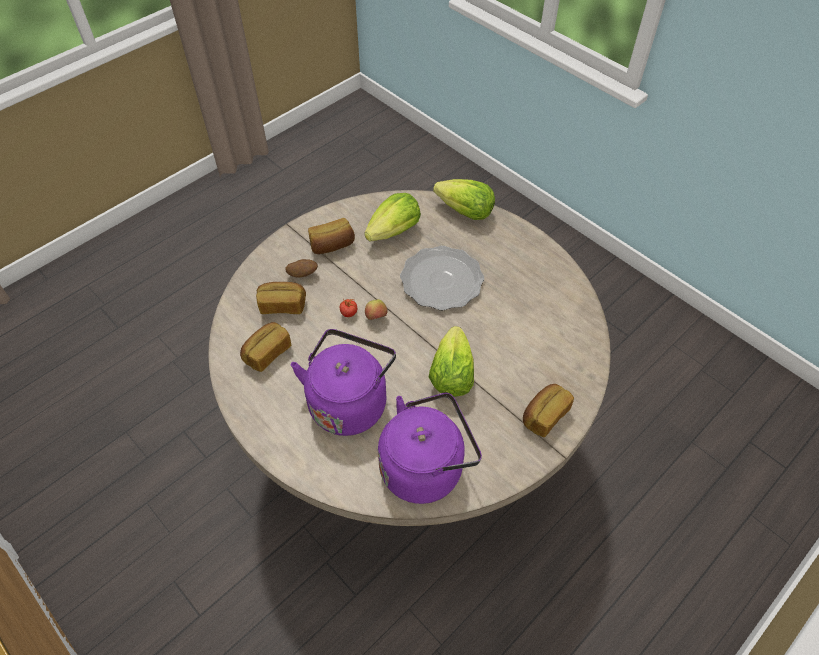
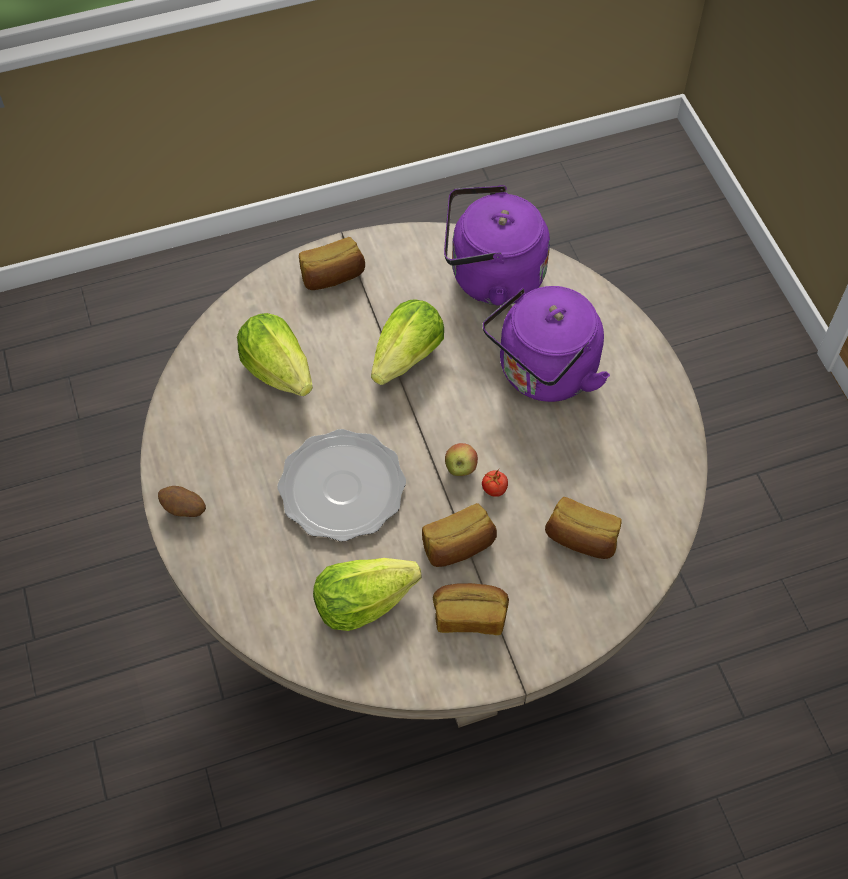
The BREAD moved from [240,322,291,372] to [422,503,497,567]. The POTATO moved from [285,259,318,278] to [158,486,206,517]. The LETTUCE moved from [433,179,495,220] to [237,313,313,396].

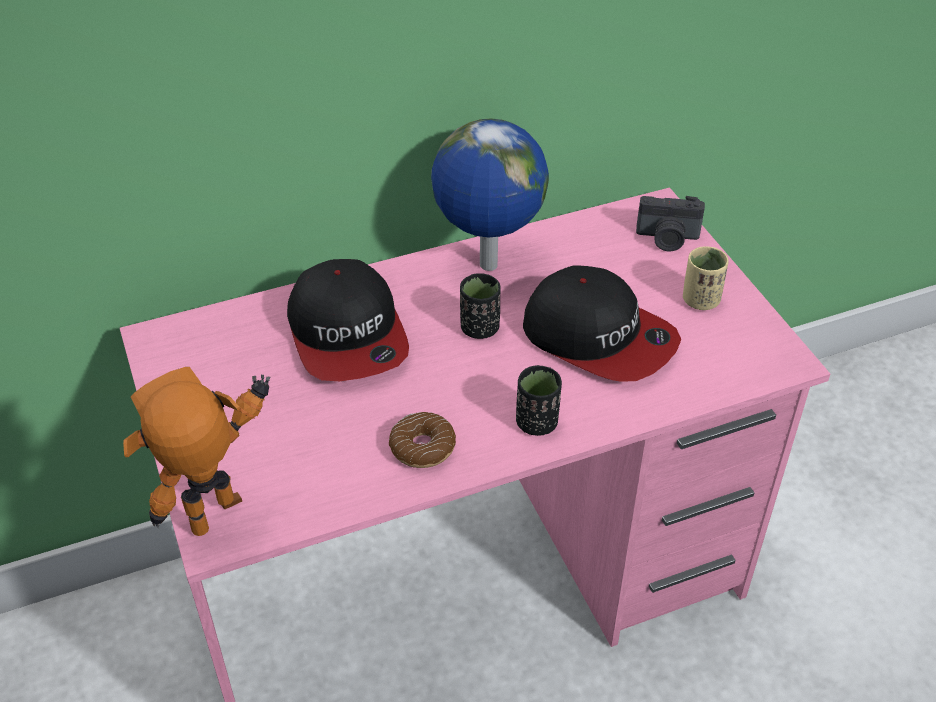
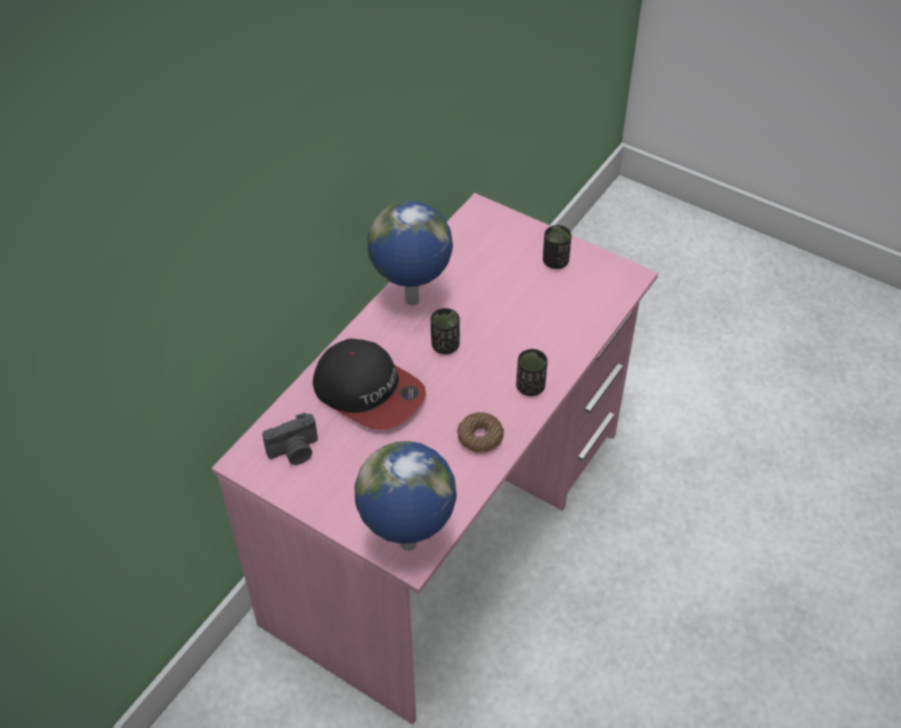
The CAP at [523,265,681,382] disappeared. The PHOTO CAMERA moved from [636,196,705,251] to [262,413,318,465]. The TOY ROBOT at [123,367,270,536] was replaced by the GLOBE at [355,441,457,551]. The BEIGE CUP at [683,246,729,310] became the BLACK CUP at [543,225,572,269].

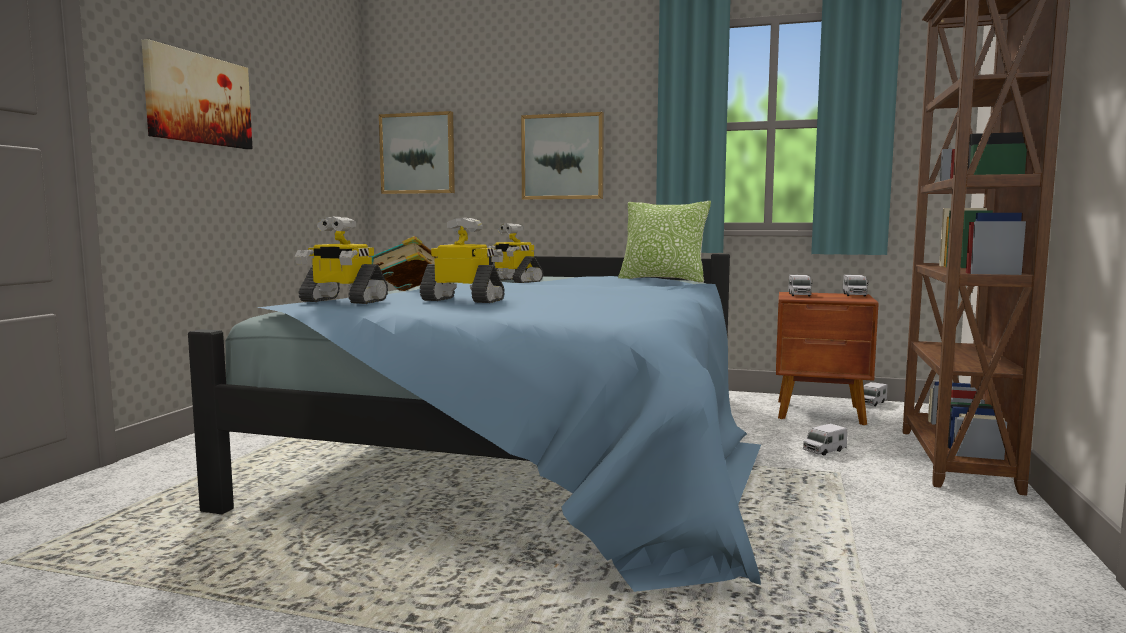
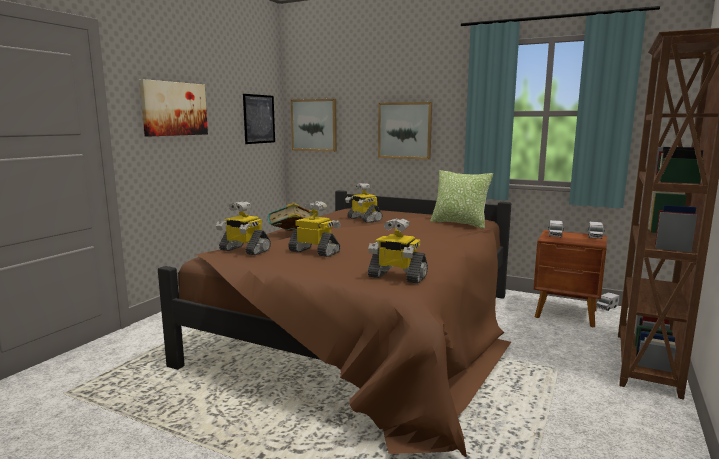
The TOY TRUCK at [803,424,847,456] disappeared. The PICTURE at [243,94,275,144] appeared. The TOY ROBOT at [368,218,428,284] appeared. The BLUE BED at [188,254,761,592] became the BROWN BED at [158,190,511,458].

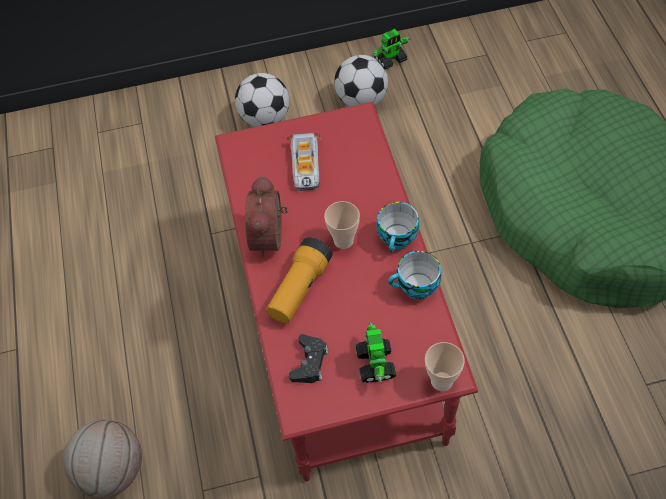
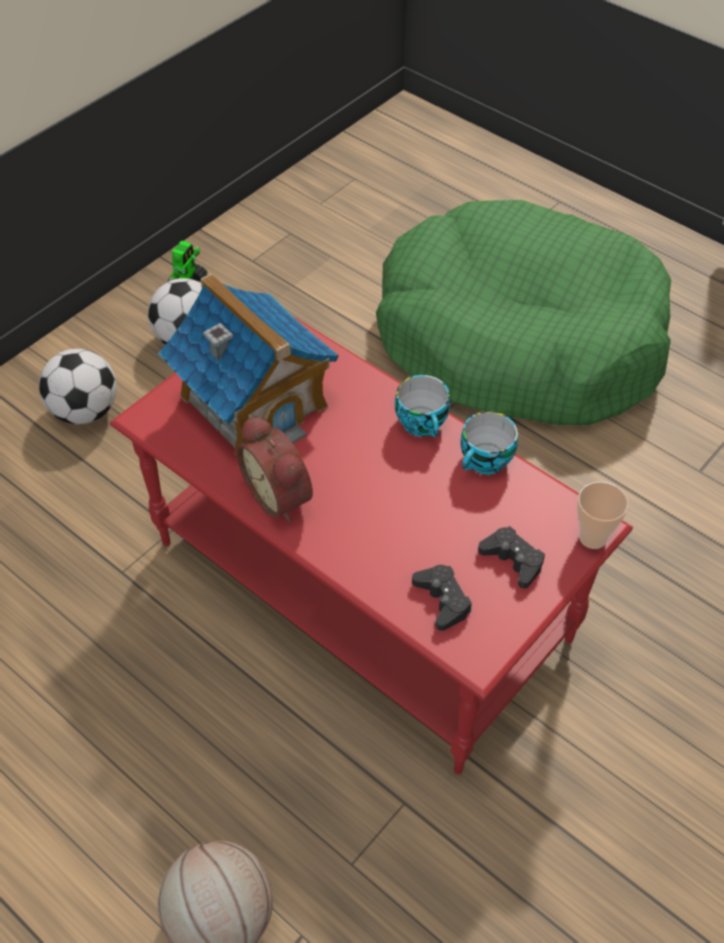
The FLASHLIGHT at [267,237,333,324] disappeared. The CUP at [324,201,360,249] disappeared. The TOY CAR at [287,133,321,191] was replaced by the TOY HOUSE at [158,273,339,454]. The TOY ROBOT at [355,322,396,383] was replaced by the BLACK GAME CONTROLLER at [478,526,545,588].

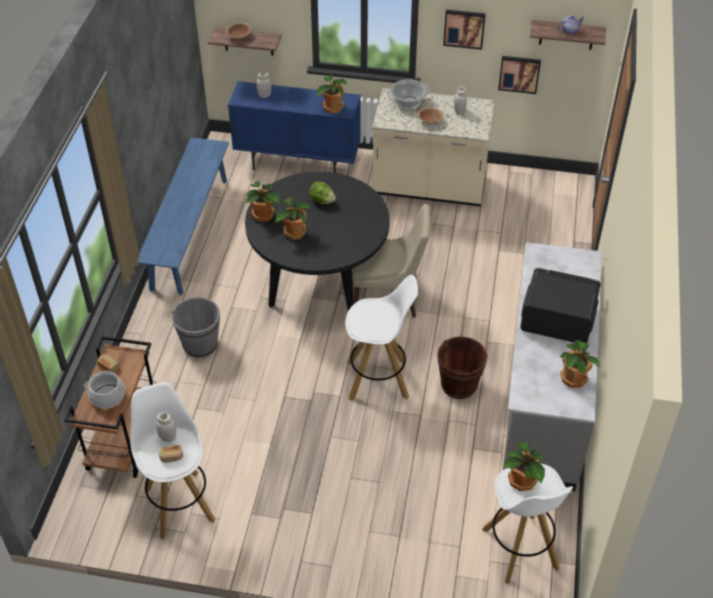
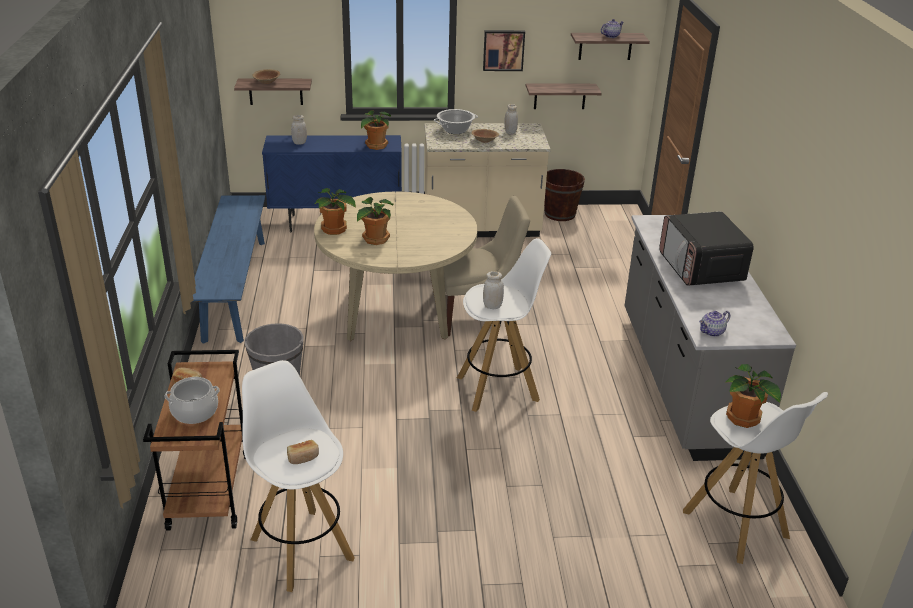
The LETTUCE at [309,181,336,204] disappeared. The POTTED PLANT at [560,340,600,388] disappeared. The TEAPOT at [699,311,730,337] appeared. The WHITE JAR moved from [156,412,176,442] to [483,271,504,309]. The BROWN BUCKET moved from [437,336,487,399] to [544,169,585,221]. The PICTURE at [498,56,541,94] was replaced by the SHELF at [526,84,602,109]. The BLACK DINING TABLE at [245,172,390,311] became the BEIGE DINING TABLE at [314,192,477,341]. The MICROWAVE at [520,268,601,343] turned 105 degrees counterclockwise.

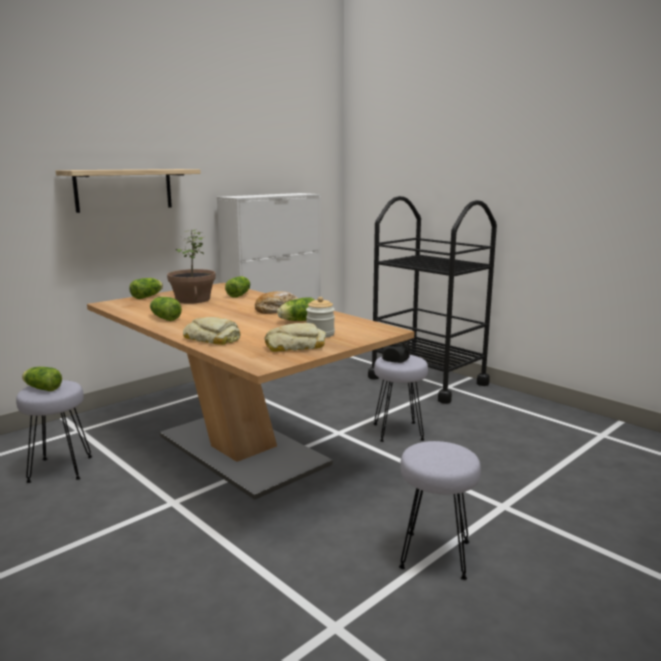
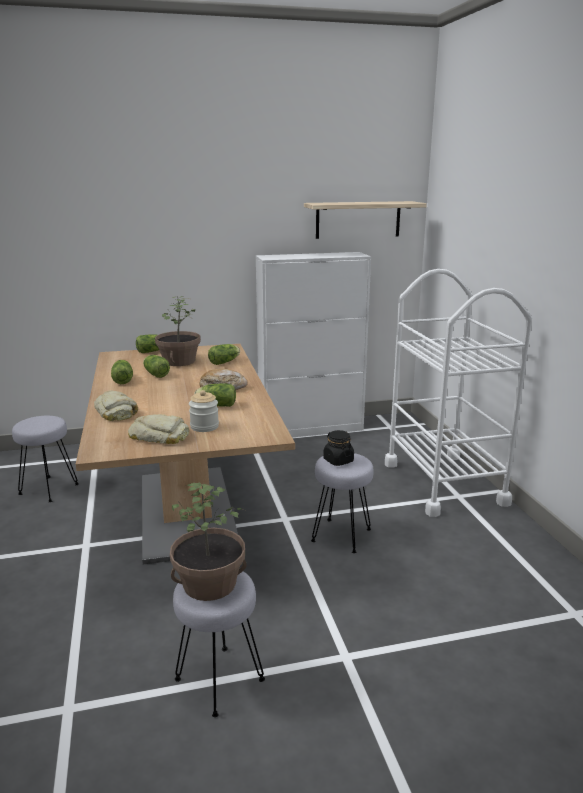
The POTTED PLANT at [170,483,247,601] appeared. The LETTUCE moved from [22,367,62,391] to [143,355,170,378]. The SHELF moved from [56,169,201,213] to [304,201,427,239]. The BLACK CART at [368,196,497,404] became the WHITE CART at [385,269,532,517].

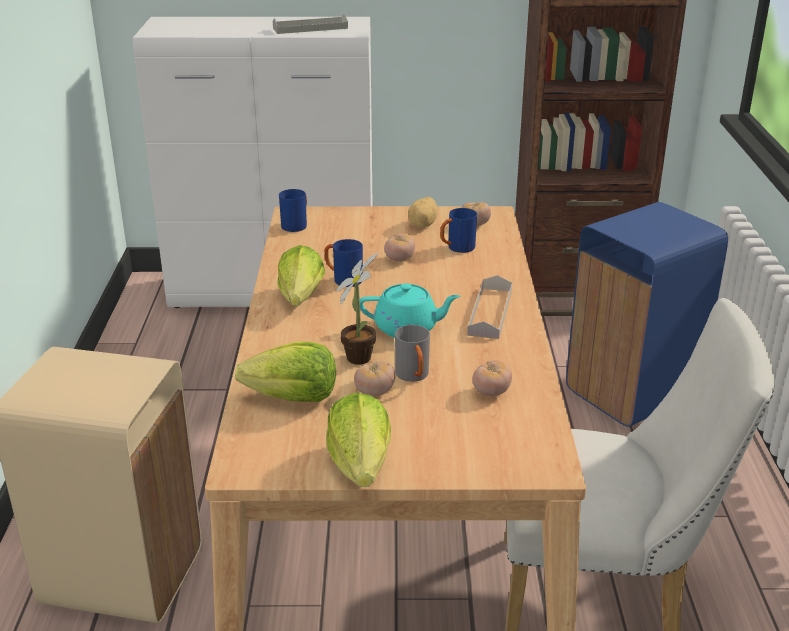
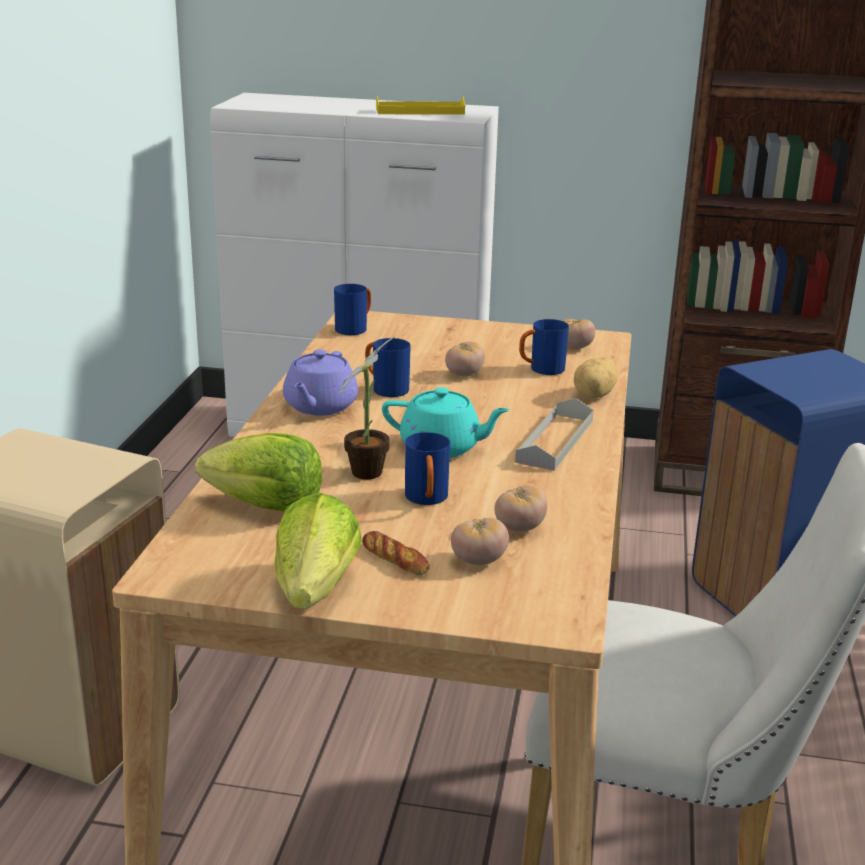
The BREAD at [362,531,430,575] appeared. The TOMATO moved from [354,361,395,396] to [451,517,509,565]. The POTATO moved from [408,197,438,228] to [574,357,617,398]. The LETTUCE at [278,245,325,306] was replaced by the PURPLE TEAPOT at [283,349,358,416]. The GREY TRAY at [273,13,348,34] became the YELLOW TRAY at [376,96,465,115]. The GREY MUG at [395,325,430,382] became the BLUE MUG at [405,432,450,505].

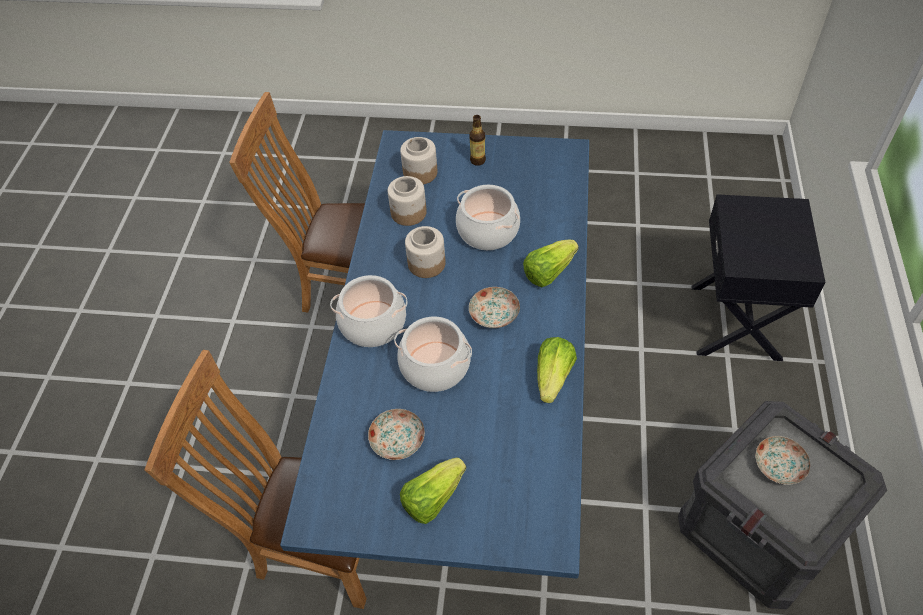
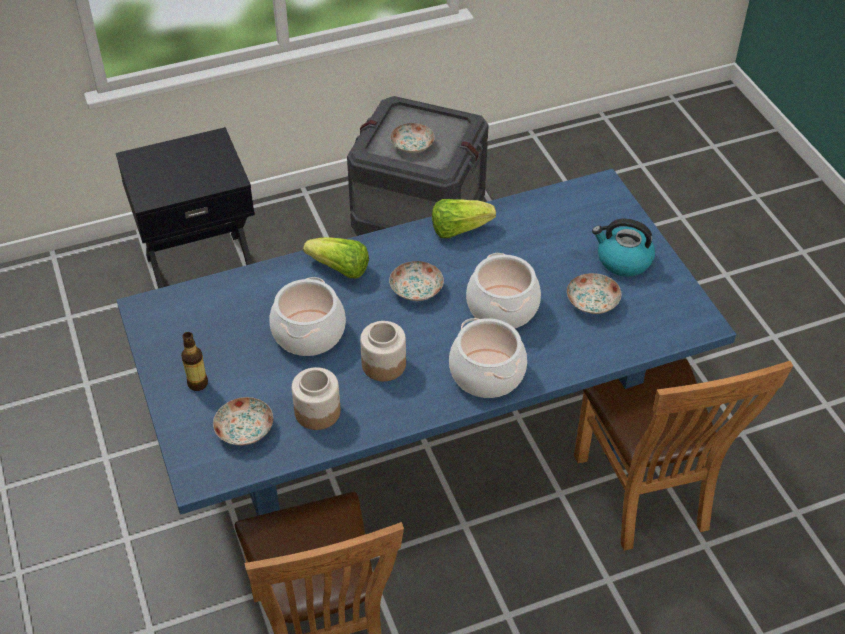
The JAR at [400,137,437,185] was replaced by the PLATE at [213,397,273,446]. The LETTUCE at [400,457,466,524] was replaced by the KETTLE at [592,218,655,276].

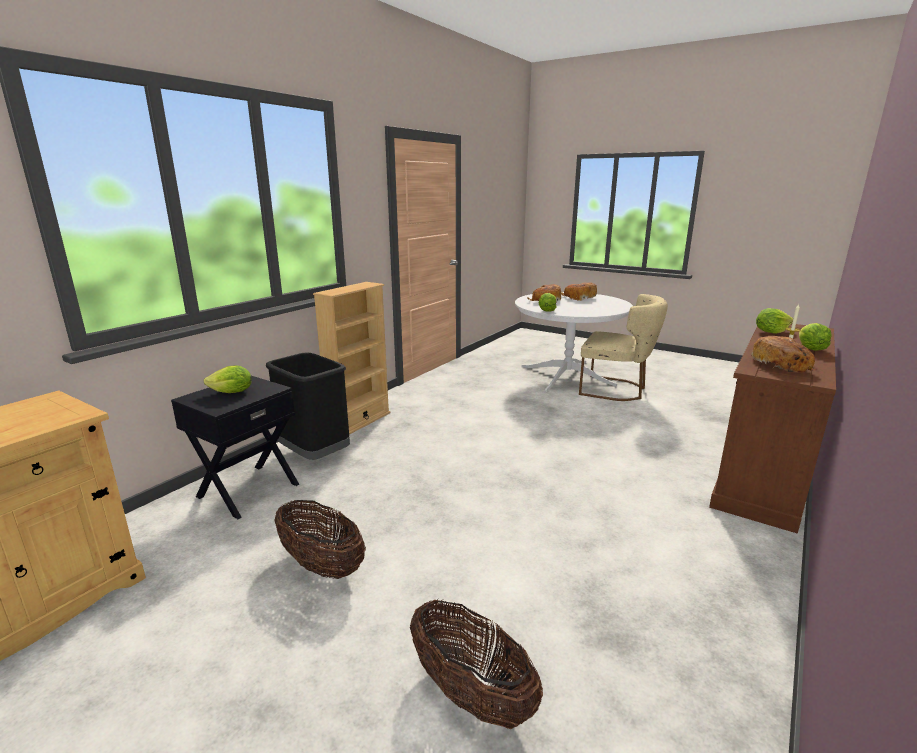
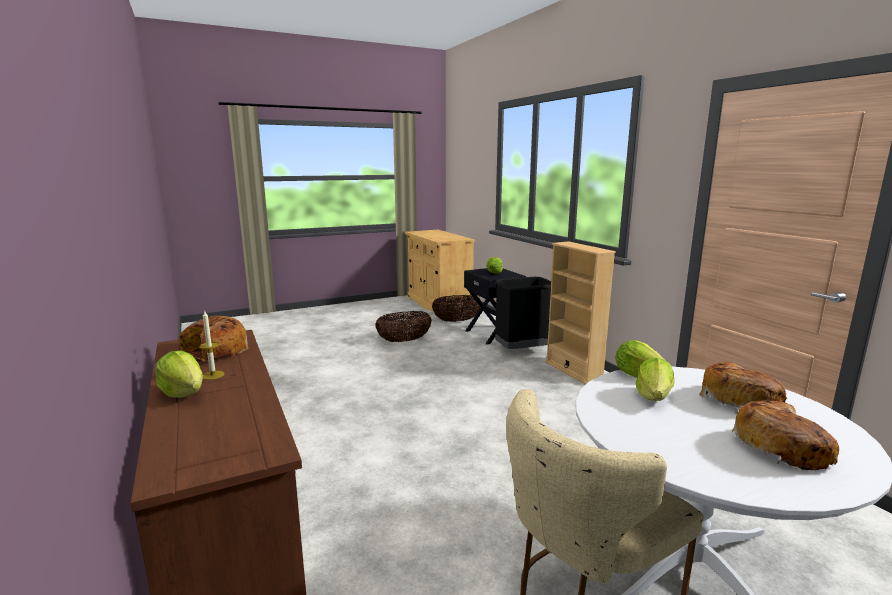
The BASKET moved from [410,599,543,729] to [432,295,481,322]. The LETTUCE moved from [756,308,793,334] to [636,358,674,401].

